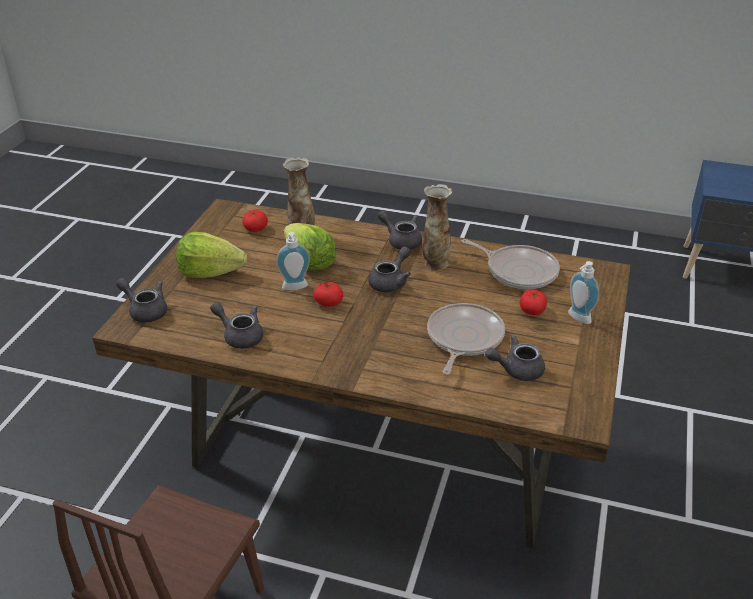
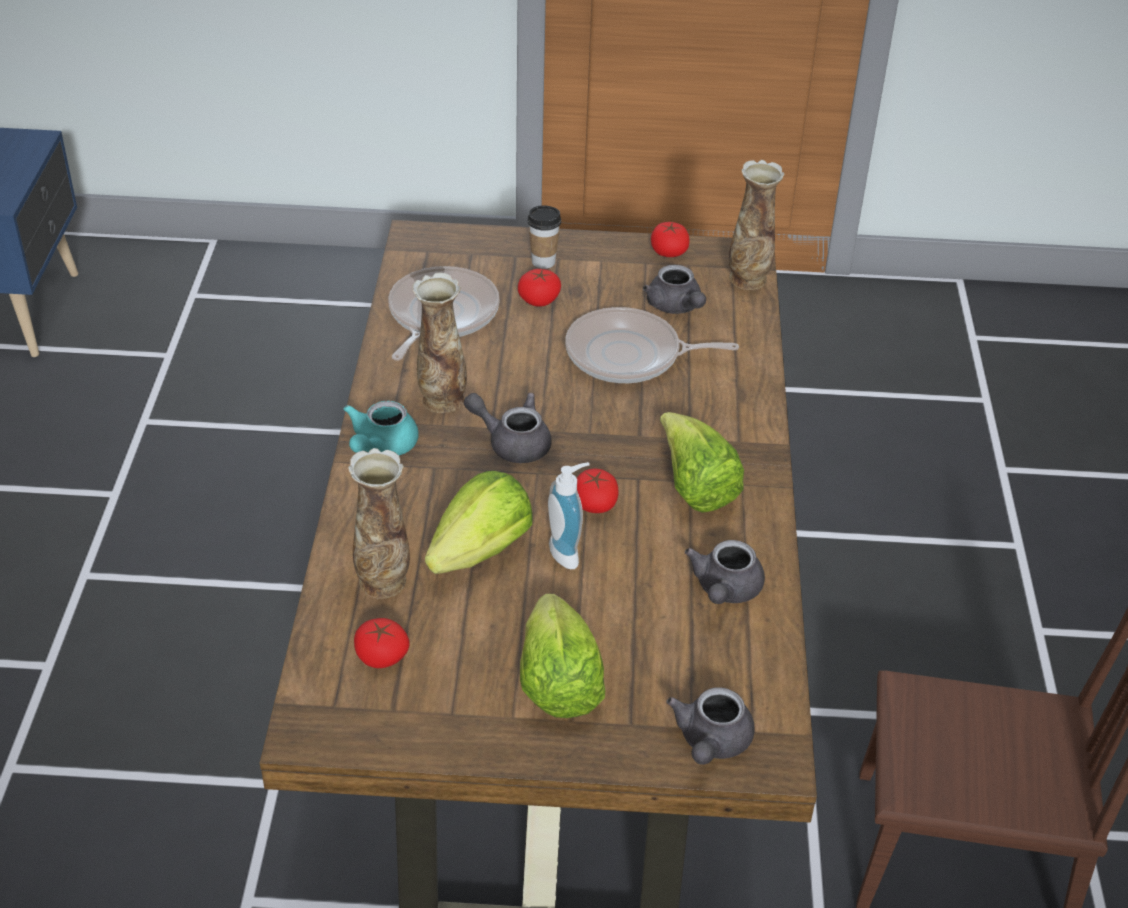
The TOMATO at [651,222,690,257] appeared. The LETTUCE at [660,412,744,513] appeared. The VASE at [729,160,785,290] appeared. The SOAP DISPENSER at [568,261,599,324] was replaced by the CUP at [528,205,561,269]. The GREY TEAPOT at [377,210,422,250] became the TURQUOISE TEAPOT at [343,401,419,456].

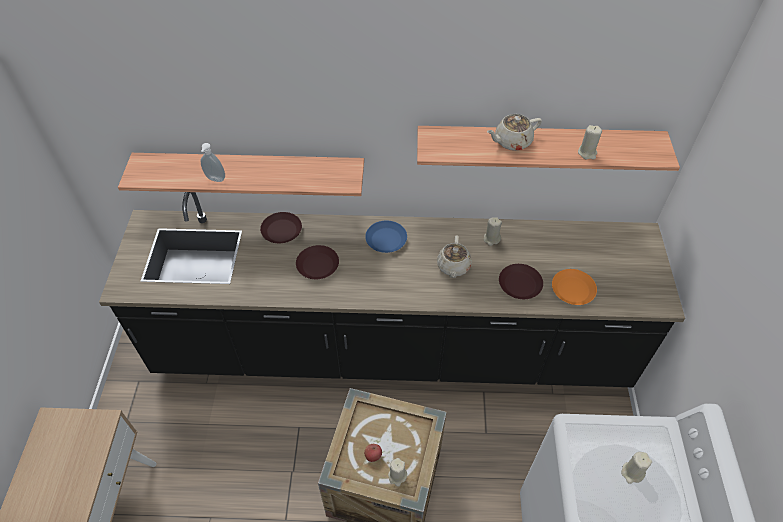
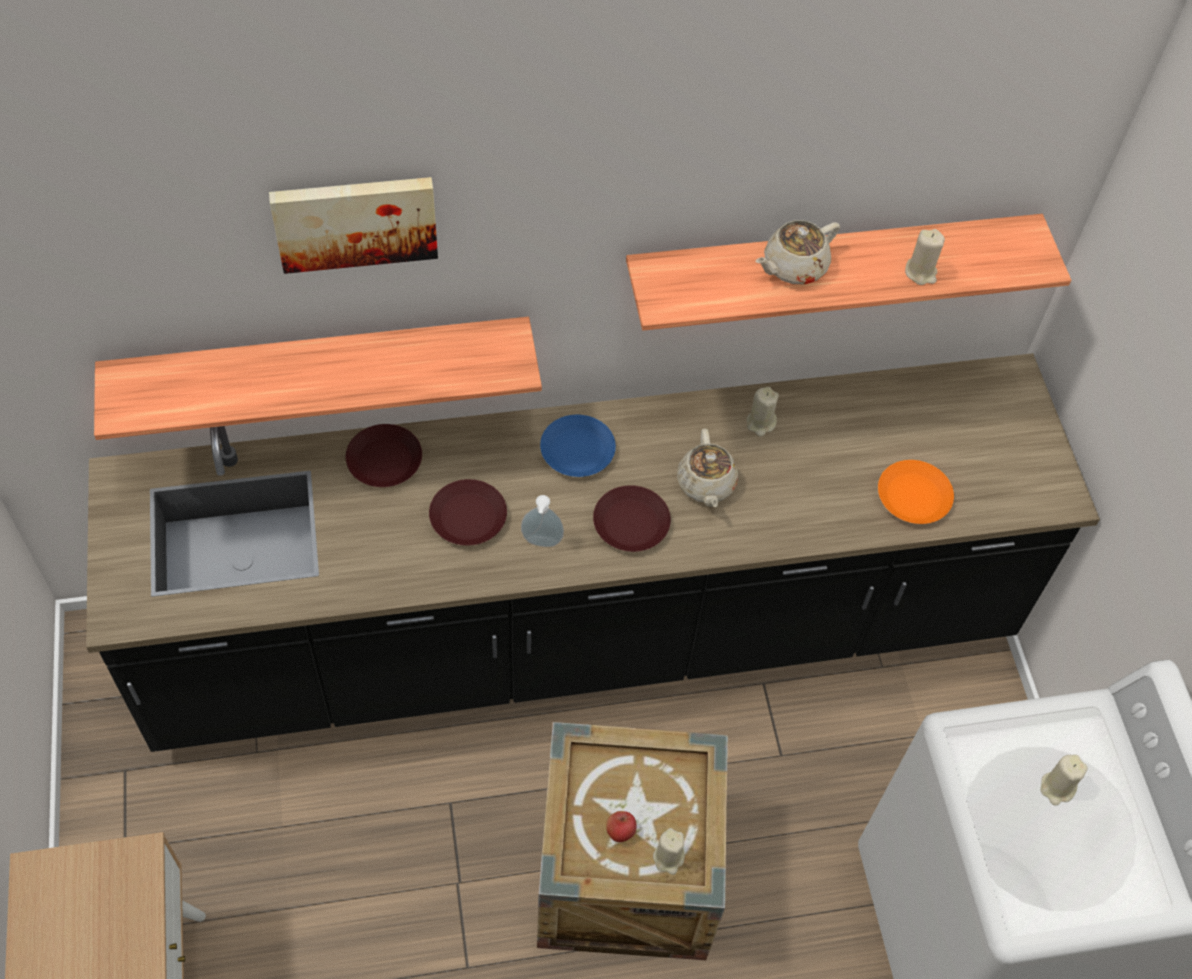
The PICTURE at [269,177,438,274] appeared. The SOAP DISPENSER moved from [201,143,225,182] to [521,495,564,547]. The BROWN PLATE moved from [499,264,543,299] to [593,485,671,552].

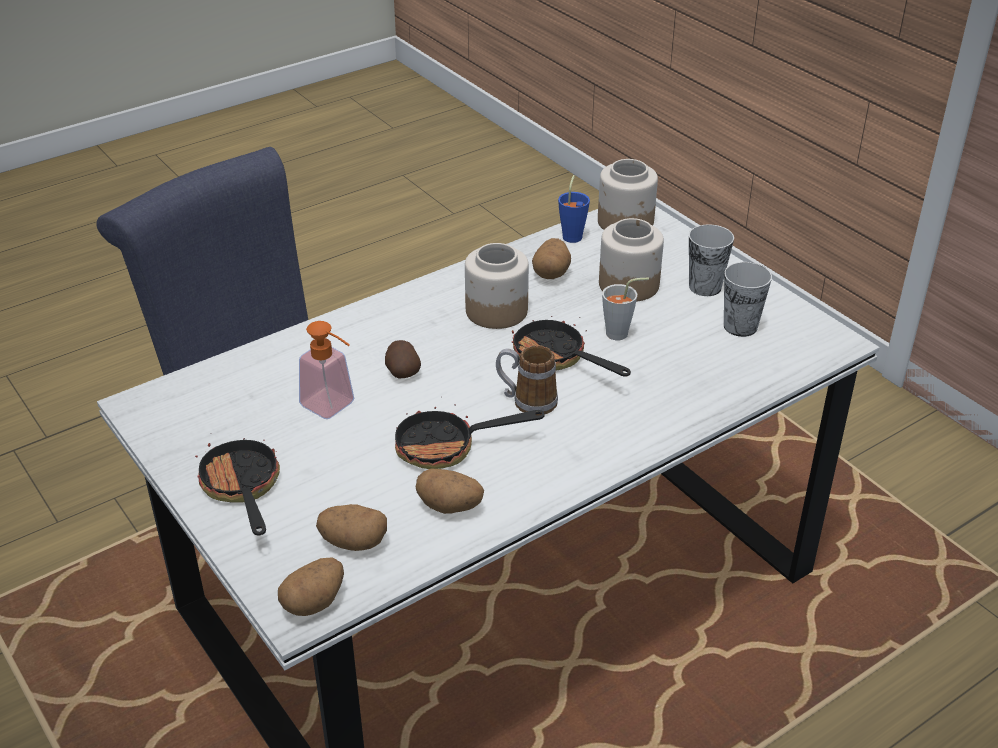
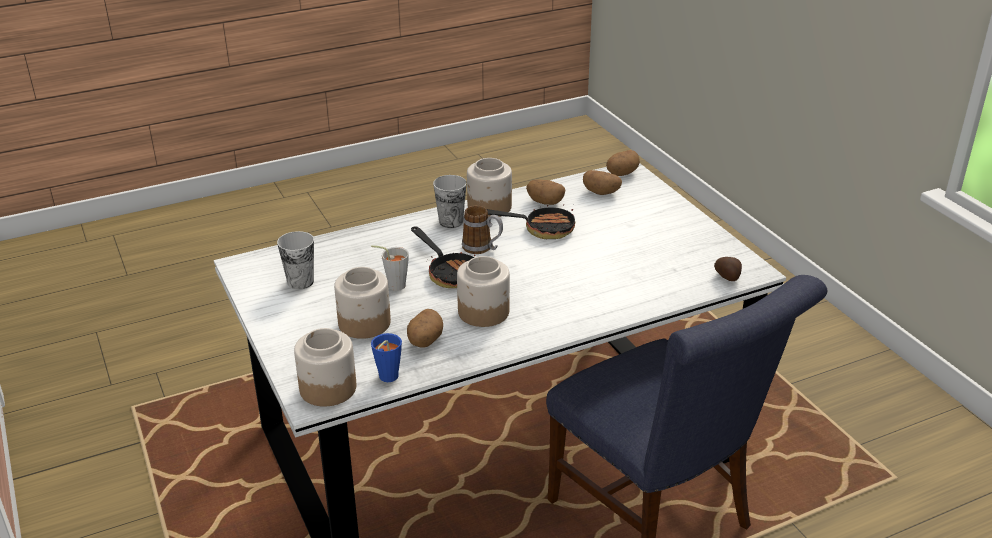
The FRYING PAN at [195,438,280,536] disappeared. The SOAP DISPENSER at [299,321,354,419] disappeared. The JAR at [467,158,512,217] appeared. The POTATO moved from [385,340,421,379] to [714,257,742,281]. The CUP moved from [689,224,734,296] to [433,175,467,228].

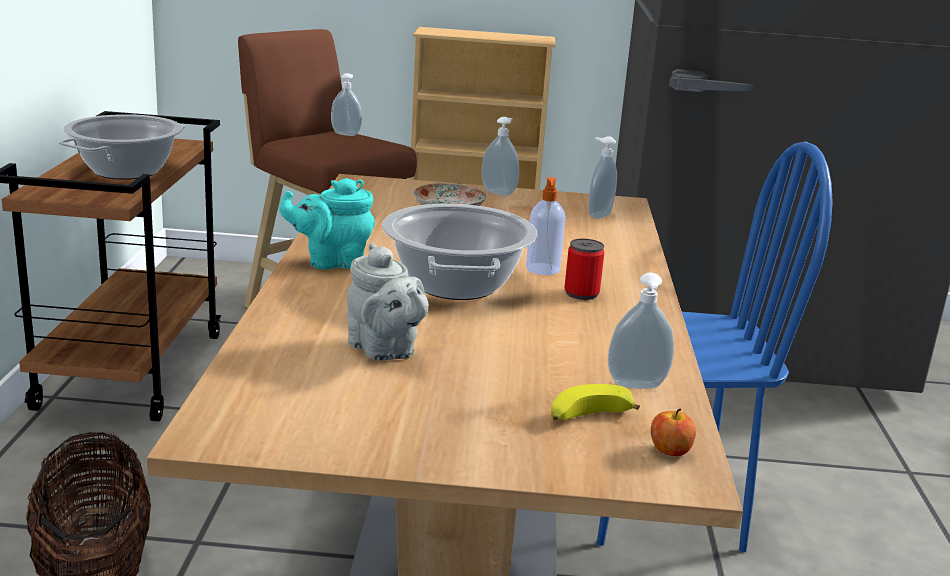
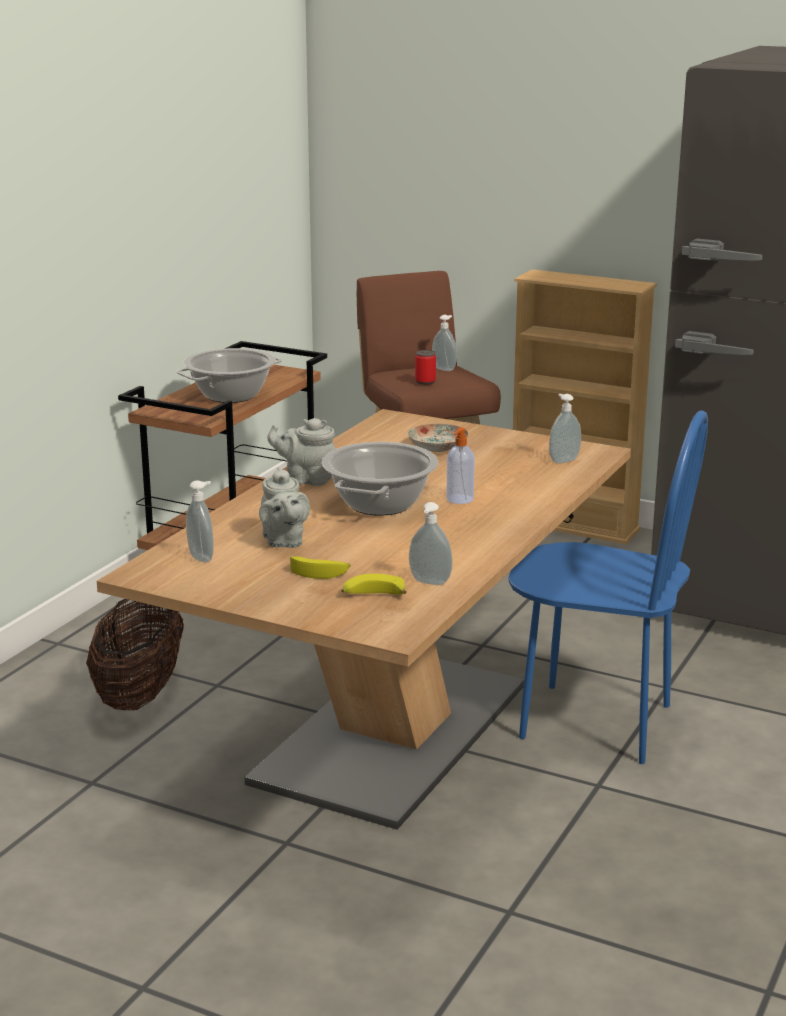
The APPLE at [651,408,696,456] disappeared. The BANANA at [290,556,351,579] appeared. The SOAP DISPENSER moved from [481,117,519,196] to [186,480,214,562]. The CAN moved from [564,239,604,300] to [415,350,436,385]. The TURQUOISE TEAPOT at [279,178,375,270] became the GREY TEAPOT at [267,418,336,486].

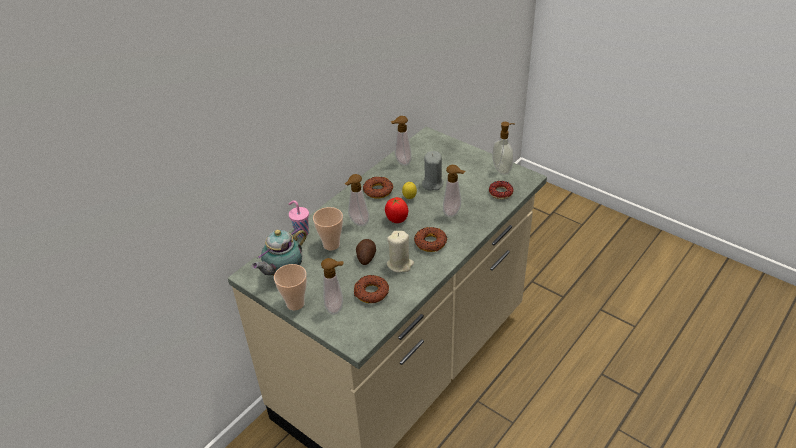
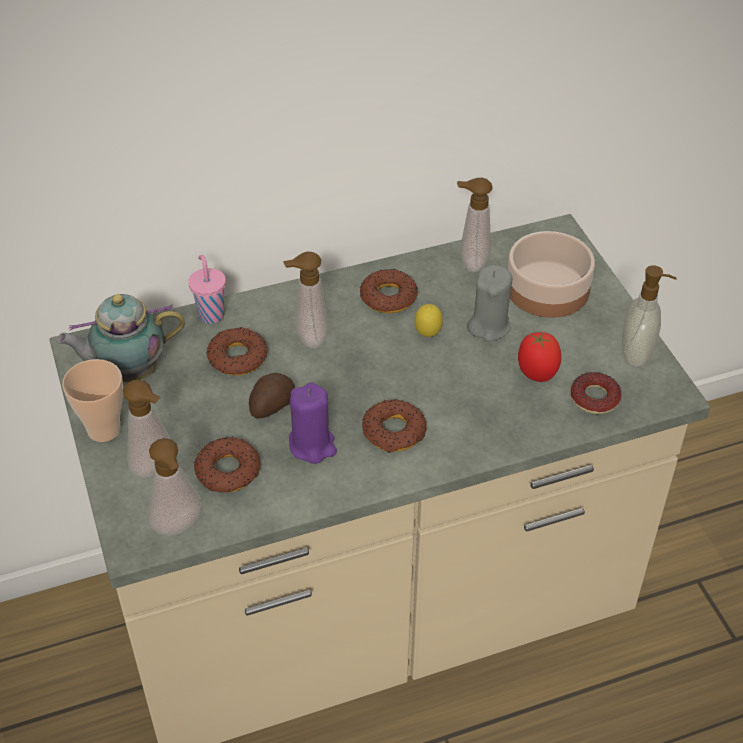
The BOWL at [508,231,595,318] appeared. The TOMATO moved from [385,197,408,223] to [518,332,561,382]. The SOAP DISPENSER moved from [443,165,465,217] to [148,438,203,536]. The CUP at [313,207,343,251] was replaced by the DONUT at [206,327,268,376]. The BEIGE CANDLE at [386,231,414,273] became the PURPLE CANDLE at [289,383,337,464].

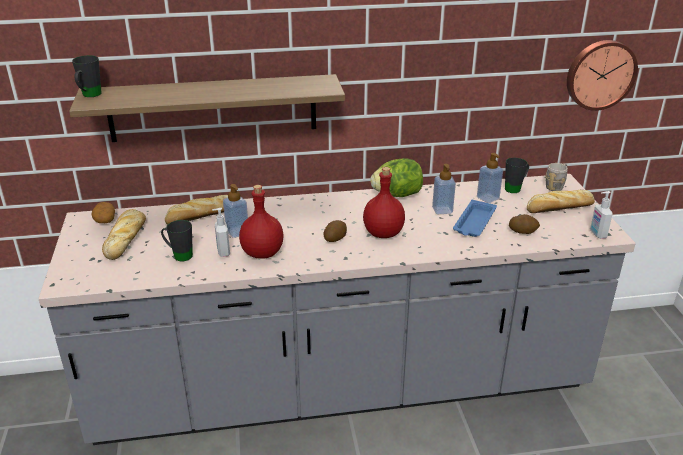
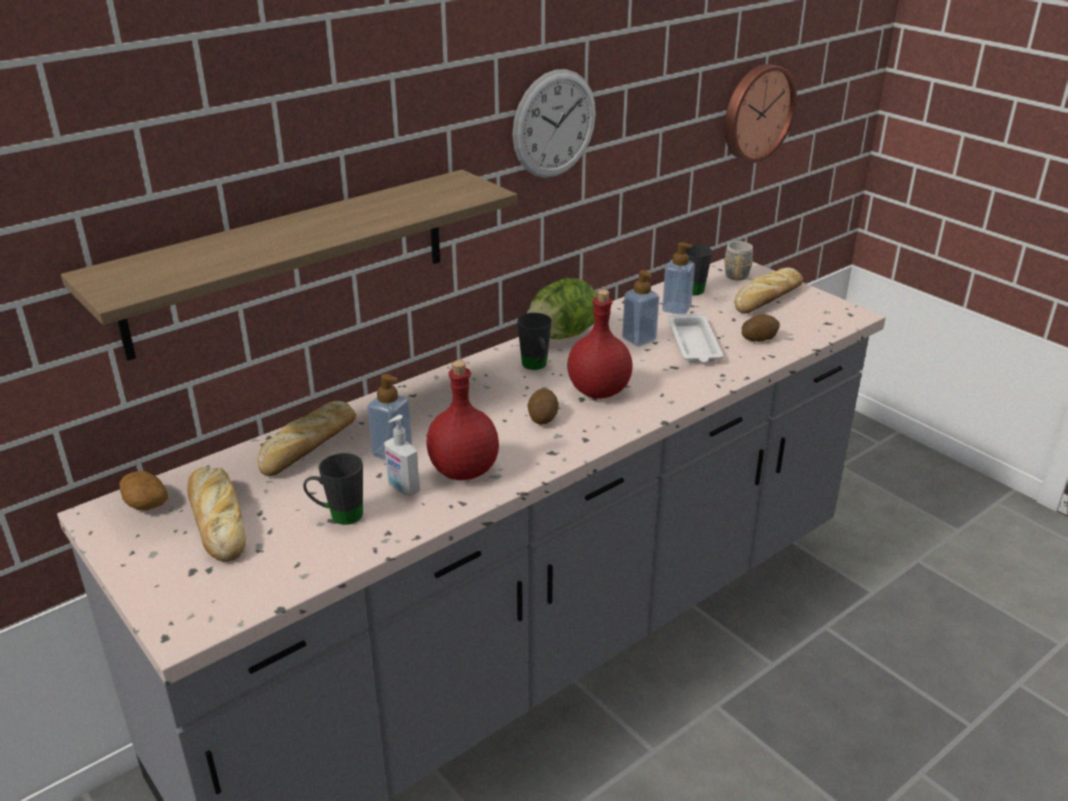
The SOAP DISPENSER at [590,191,613,239] disappeared. The WALL CLOCK at [512,69,596,178] appeared. The BLACK MUG moved from [72,55,102,97] to [517,313,552,370]. The BLUE TRAY at [453,200,497,237] became the WHITE TRAY at [667,314,723,363].

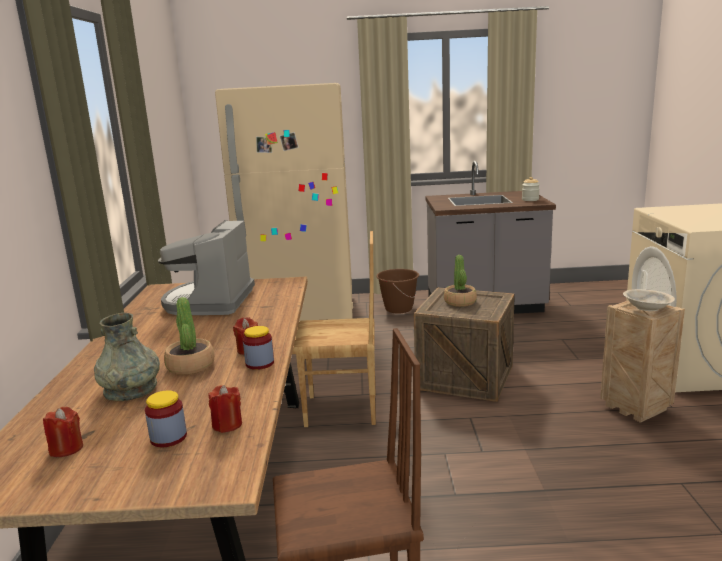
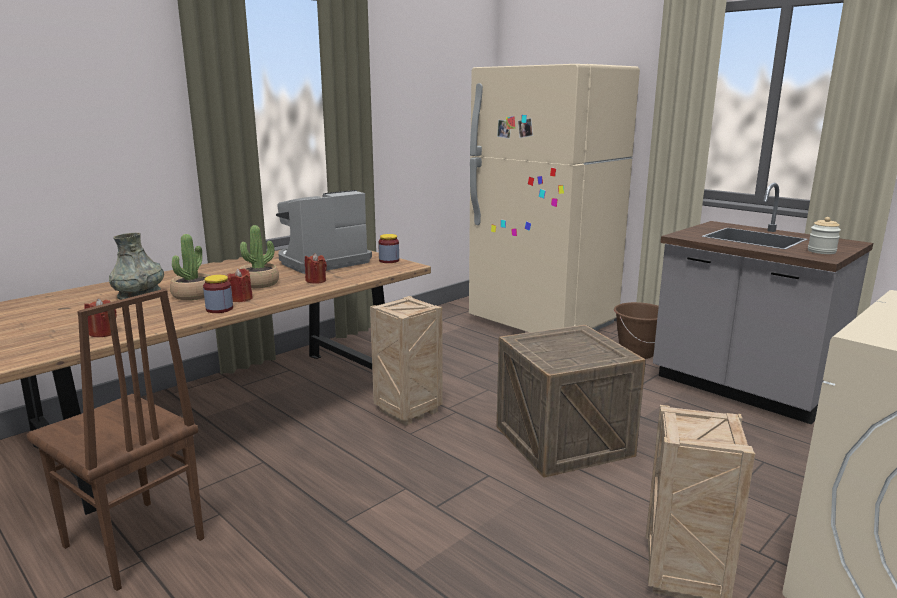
The BEIGE BOWL at [623,289,675,311] disappeared. The RED CANDLE moved from [43,407,83,457] to [305,253,327,284]. The JAR moved from [145,391,187,447] to [378,234,399,263]. The POTTED PLANT moved from [444,255,477,307] to [239,225,279,288]. The BROWN CHAIR at [292,231,376,427] was replaced by the CRATE at [370,296,443,425].

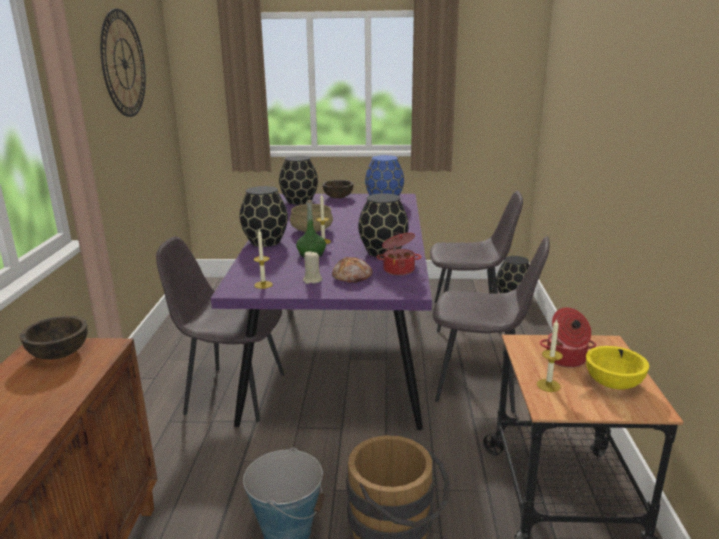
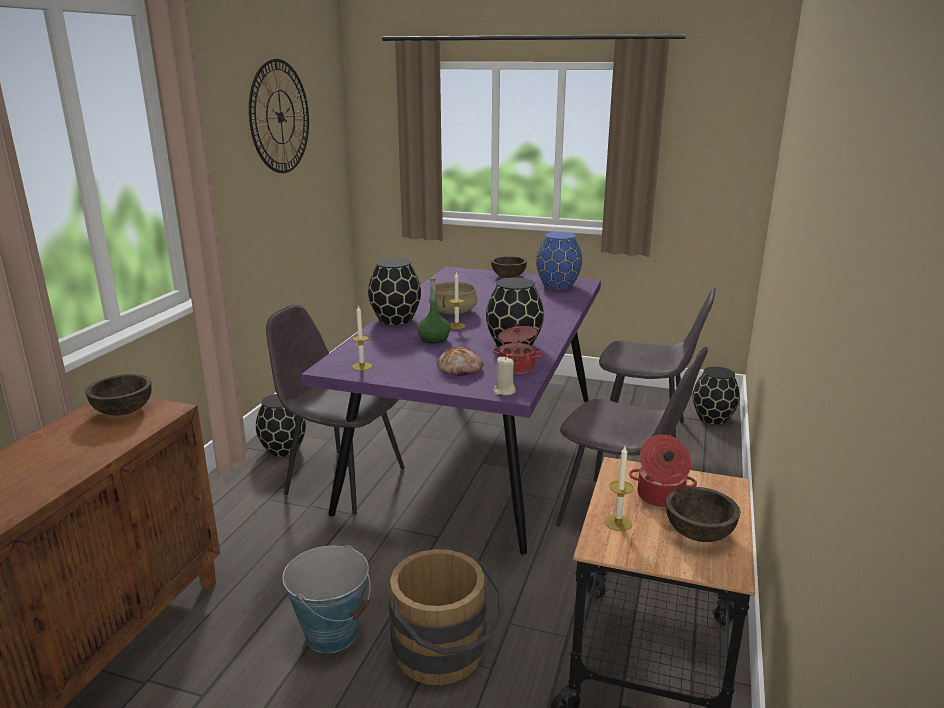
The BLACK VASE moved from [279,156,318,205] to [256,394,306,457]. The BEIGE CANDLE moved from [303,251,322,284] to [493,357,516,395]. The YELLOW BOWL at [586,346,649,390] became the BROWN BOWL at [666,487,740,542].

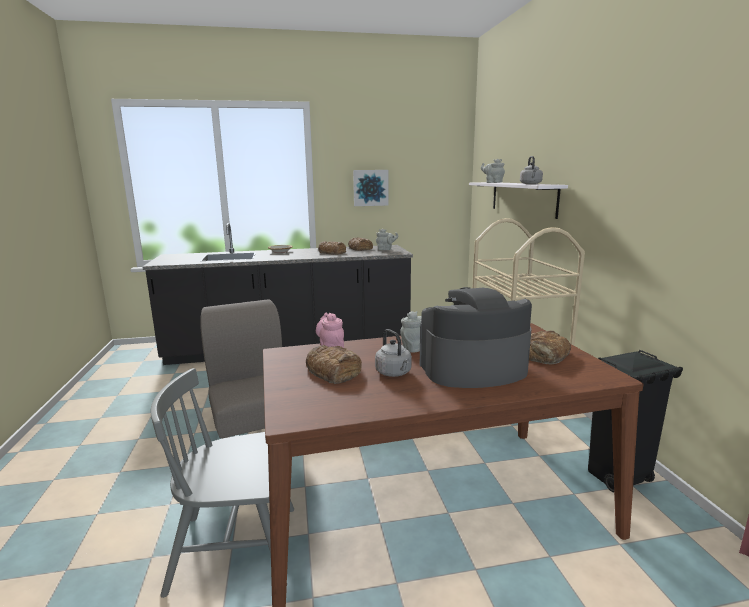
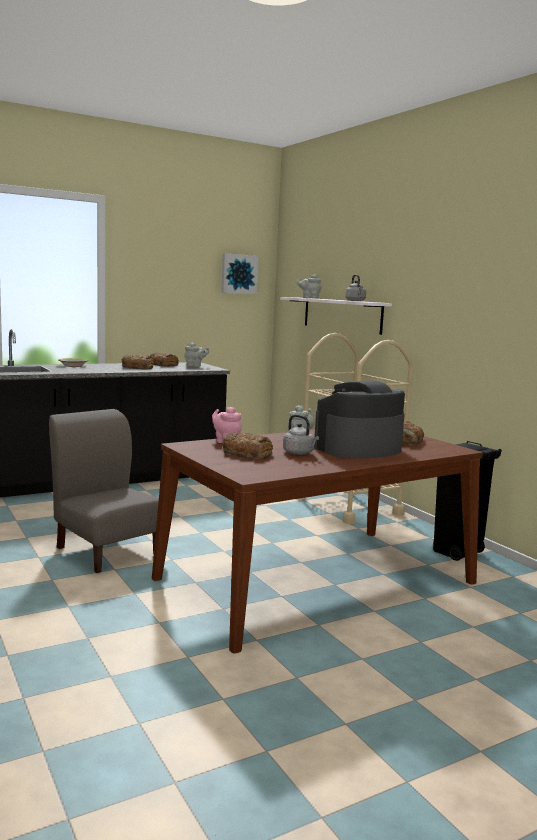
The GREY CHAIR at [151,368,294,598] disappeared. The PICTURE moved from [353,170,389,206] to [221,253,259,294].

